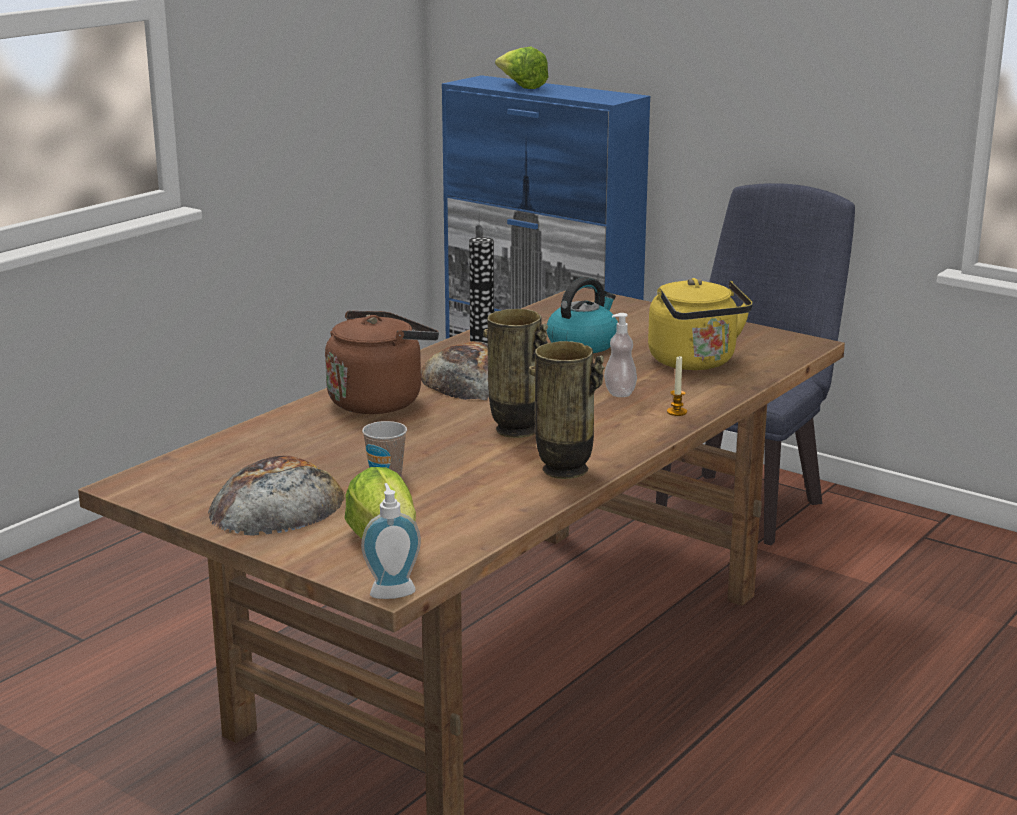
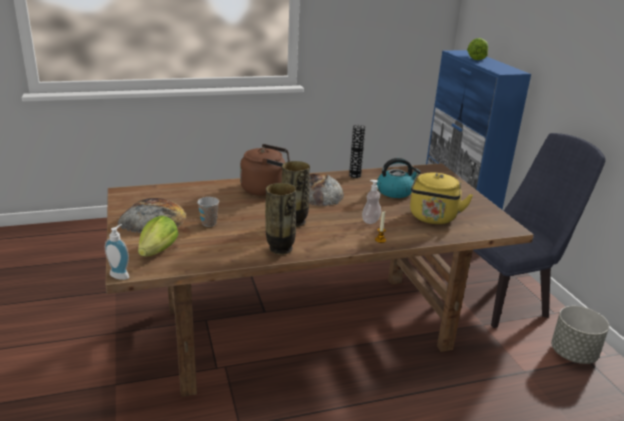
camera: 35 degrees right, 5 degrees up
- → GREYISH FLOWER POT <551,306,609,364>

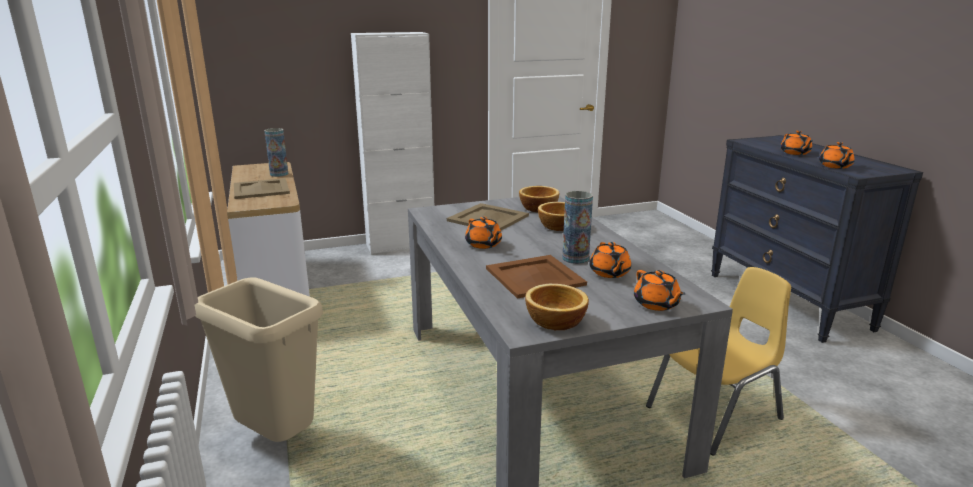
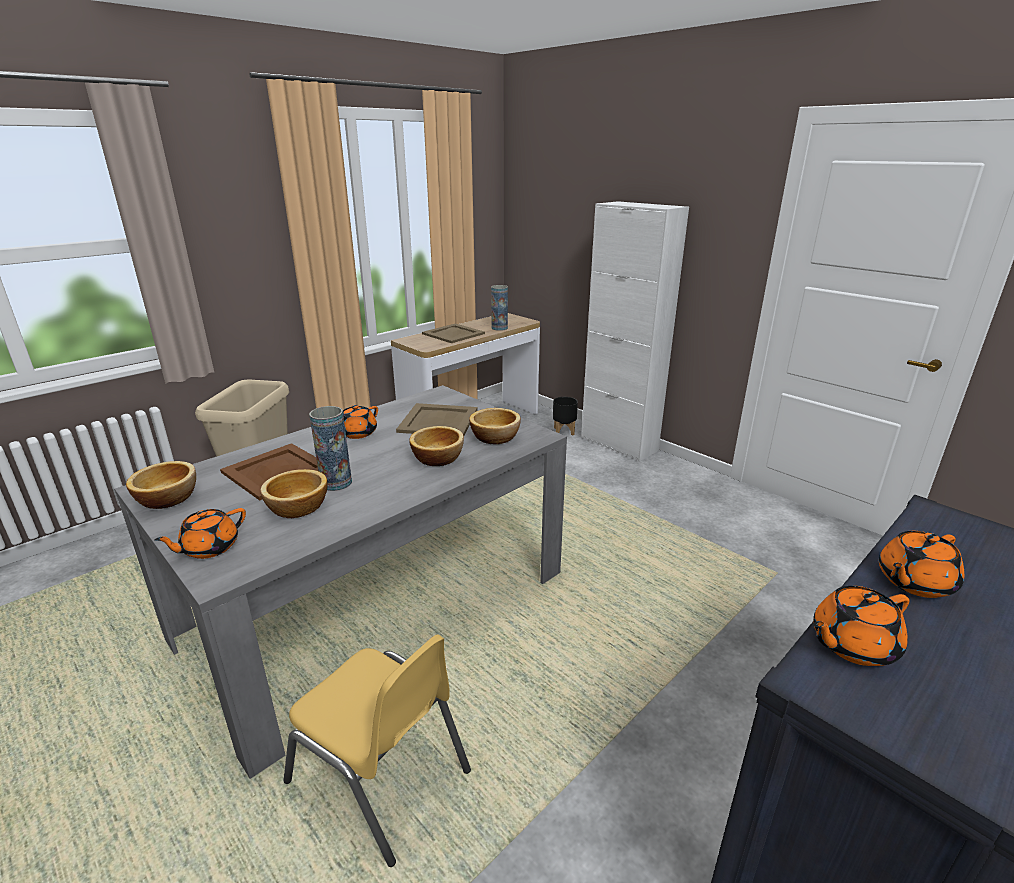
camera: 65 degrees right, 5 degrees up
ORANGE TEAPOT <589,242,631,278> → DEEP DISH <261,469,328,518>
- → BLACK-COLOURED FLOWER POT <553,397,578,435>

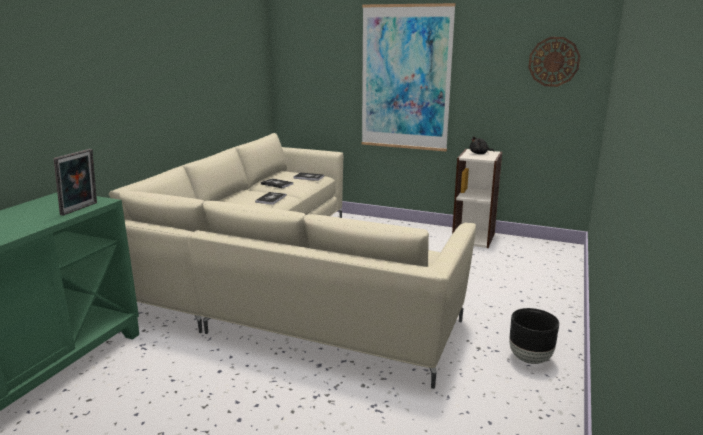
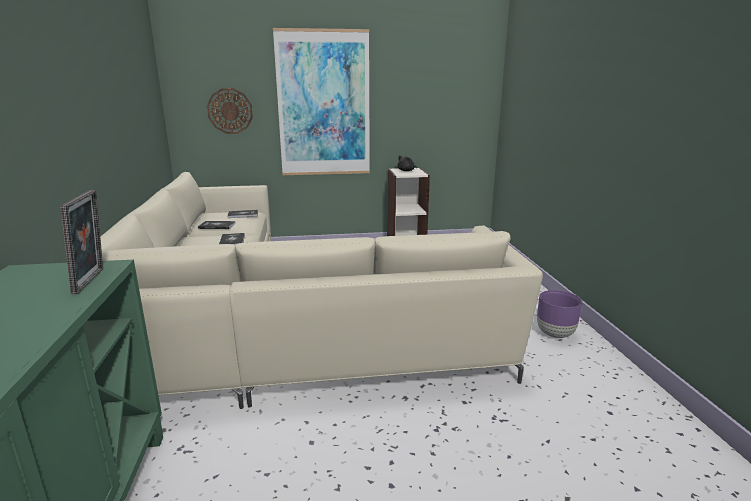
camera: 30 degrees left, 0 degrees up
BLACK-COLOURED FLOWER POT <509,308,559,364> → PURPLISH FLOWER POT <537,290,582,338>
CLOCK ON THE WALL <528,37,580,87> → CLOCK ON THE WALL <207,88,253,134>, shifted

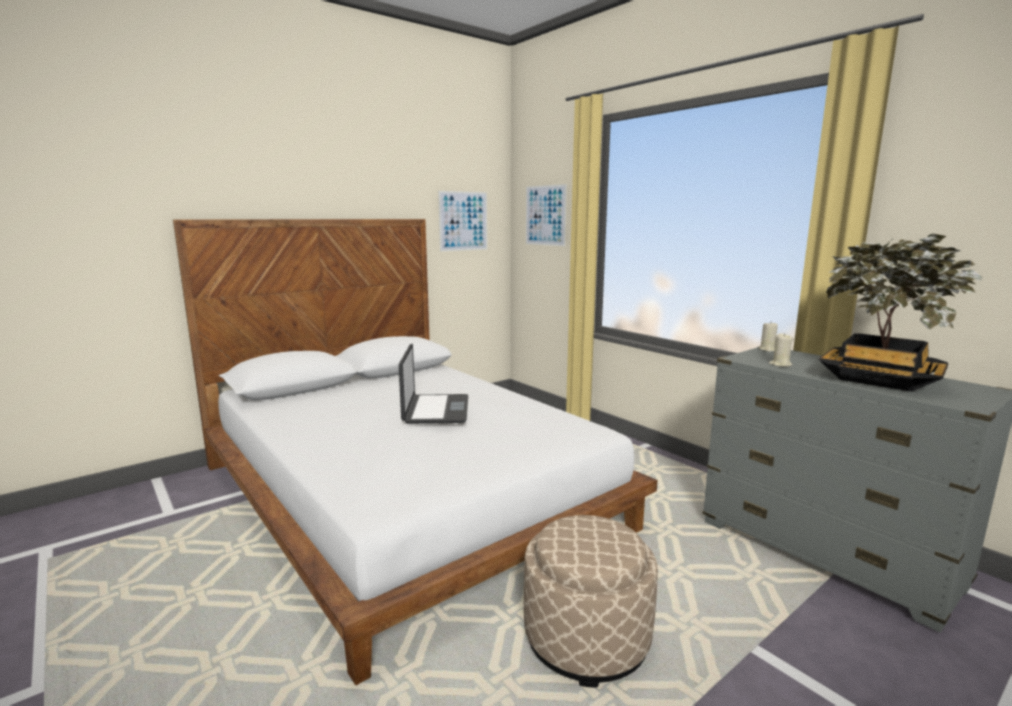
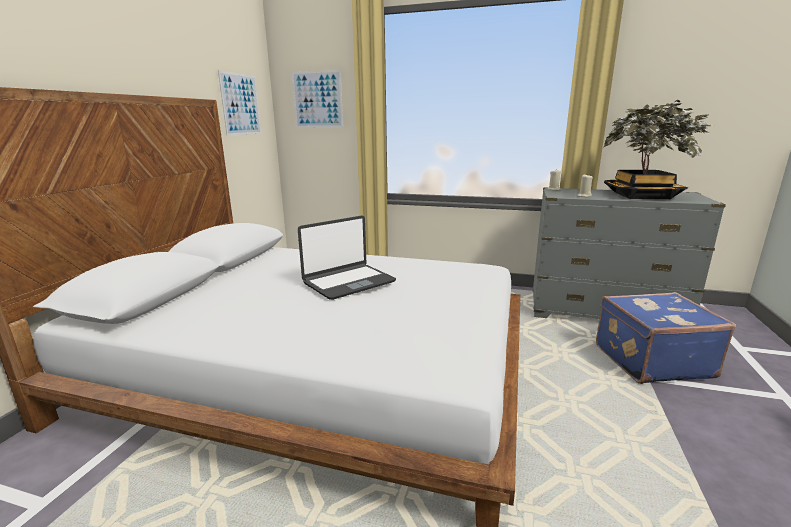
camera: 35 degrees left, 5 degrees up
PORTABLE COMPUTER <399,344,468,424> → PORTABLE COMPUTER <298,216,396,300>, 90 degrees clockwise
BEIGE-COLOURED POUFFE <524,515,658,687> → -
- → BLUE-COLOURED SUITCASE <596,292,736,384>

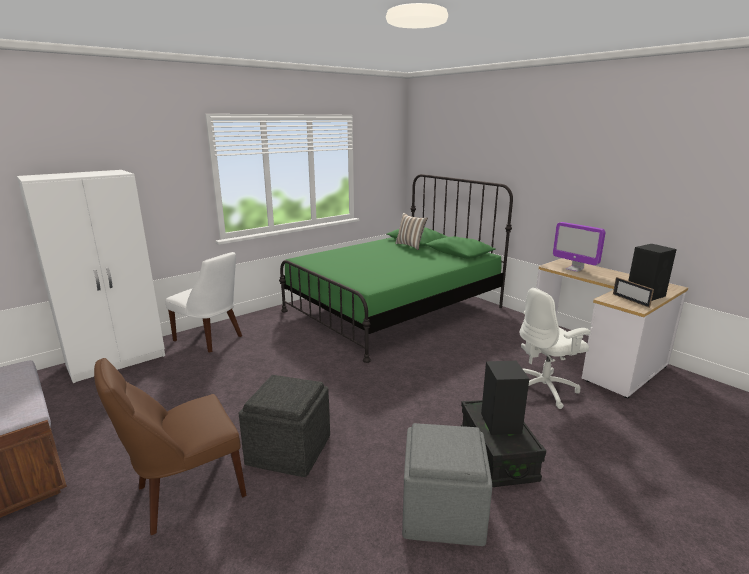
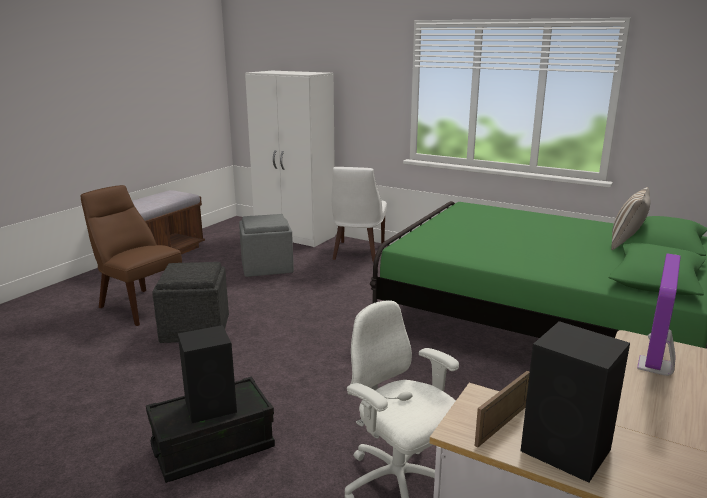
camera: 70 degrees right, 0 degrees up
GREYISH POUFFE <402,423,492,546> → GREYISH POUFFE <239,214,294,277>, shifted

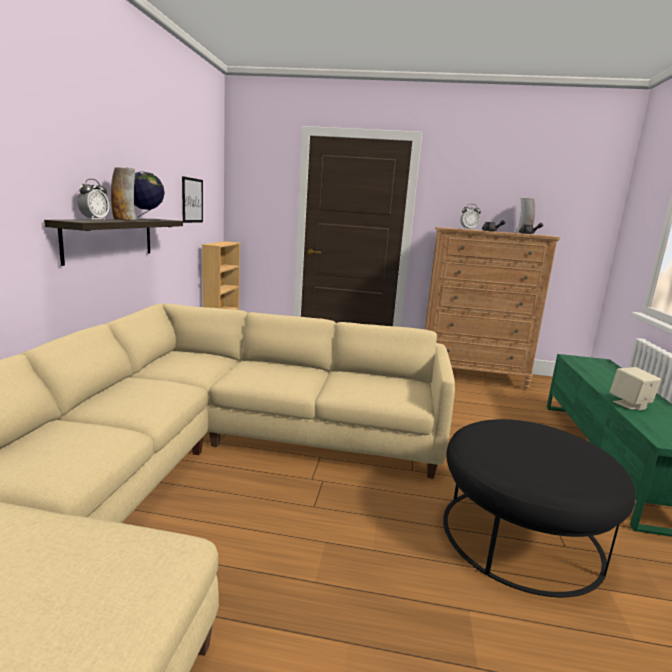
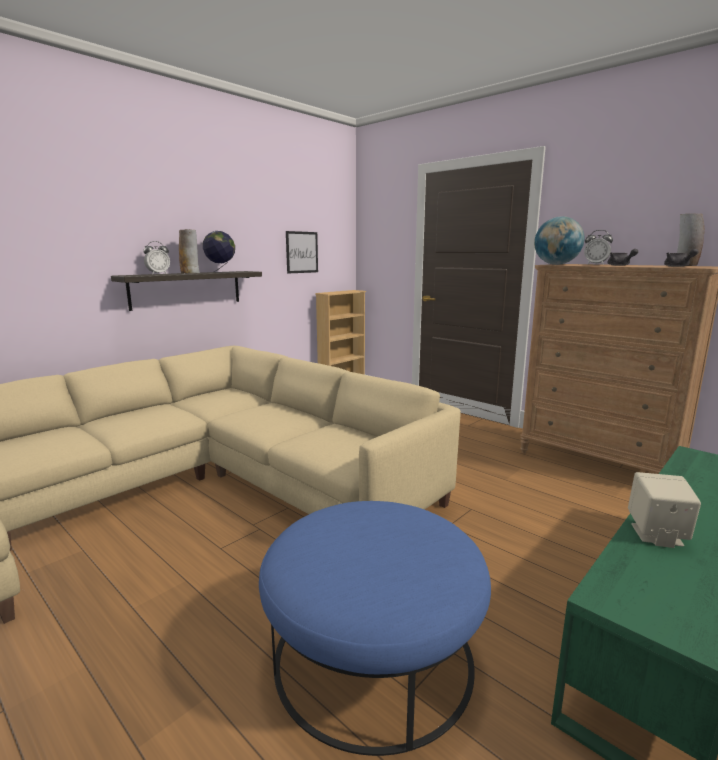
camera: 35 degrees right, 0 degrees up
BLACK-COLOURED POUFFE <443,419,636,597> → BLUE-COLOURED POUFFE <259,501,491,756>
- → WORLD GLOBE <534,216,584,265>

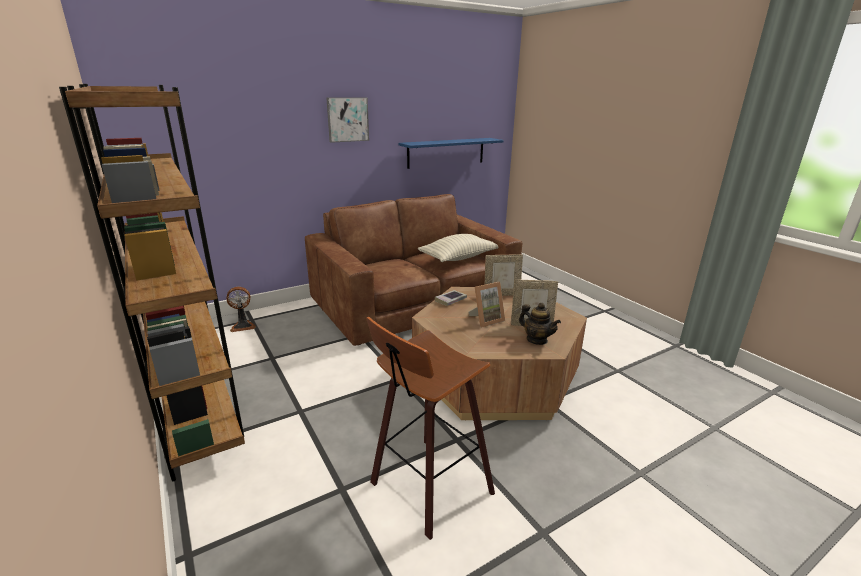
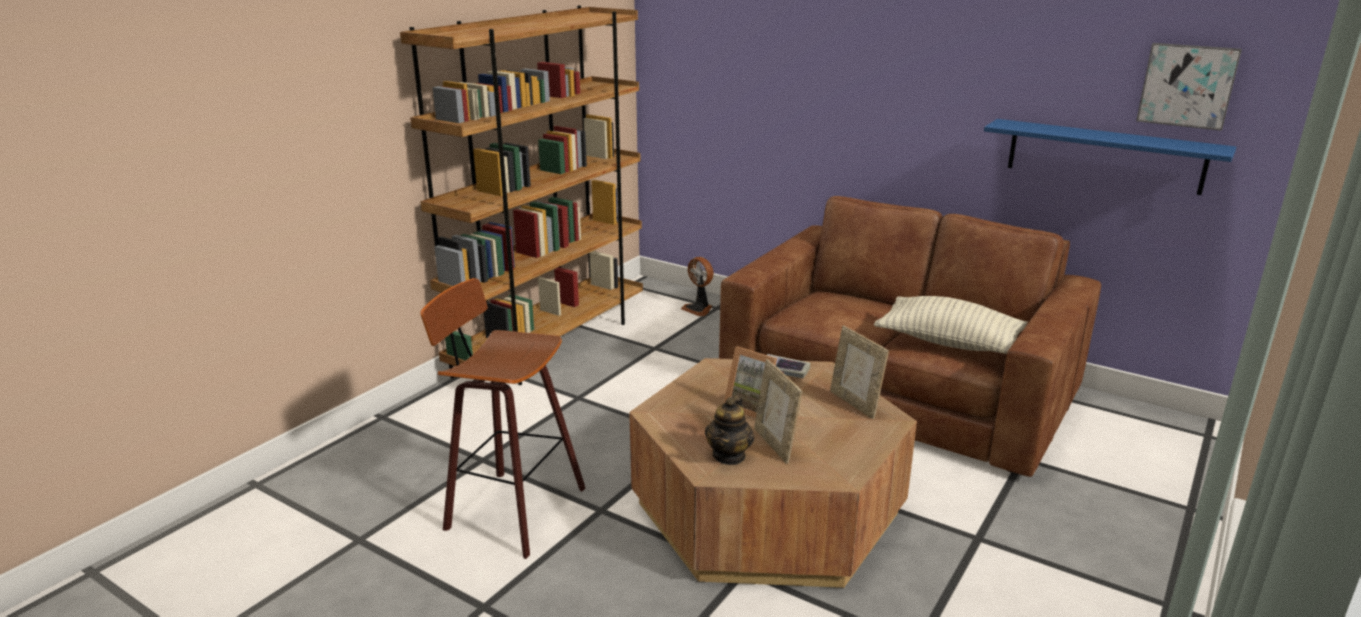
camera: 65 degrees right, 0 degrees up
PICTURE <326,97,369,143> → PICTURE <1136,43,1242,131>, shifted

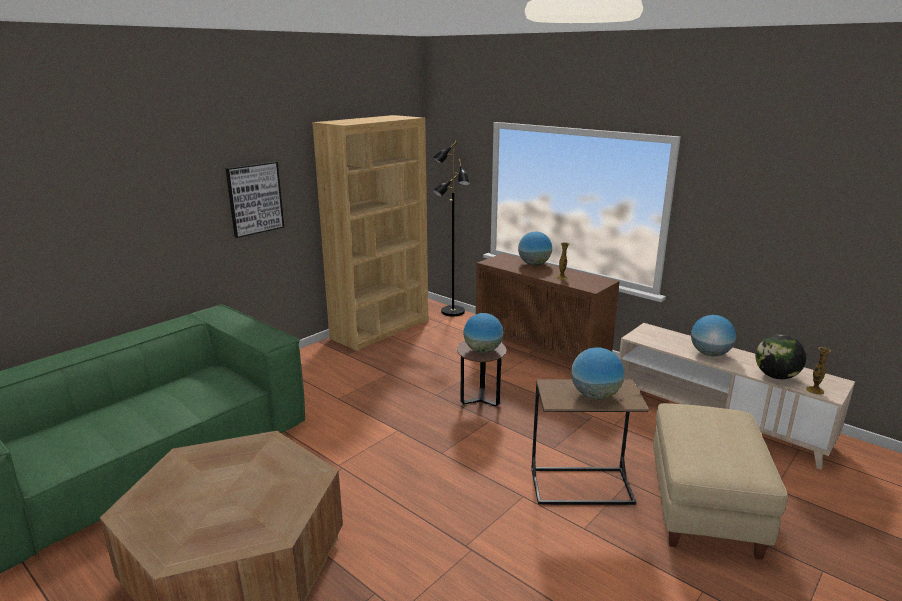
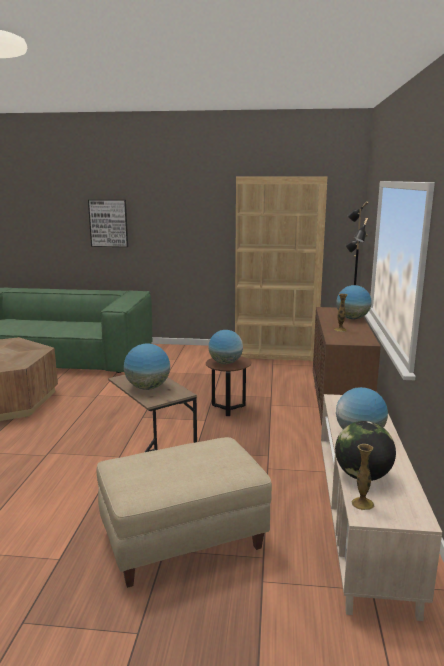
camera: 55 degrees right, 5 degrees down
PICTURE <226,162,284,238> → PICTURE <88,200,128,247>, shifted

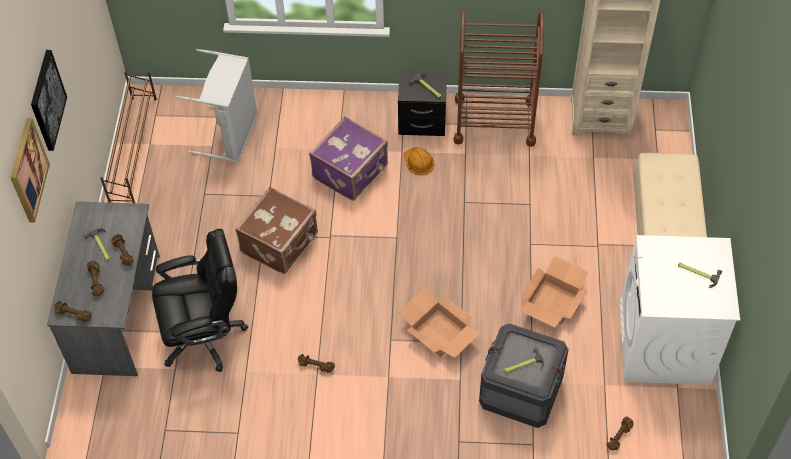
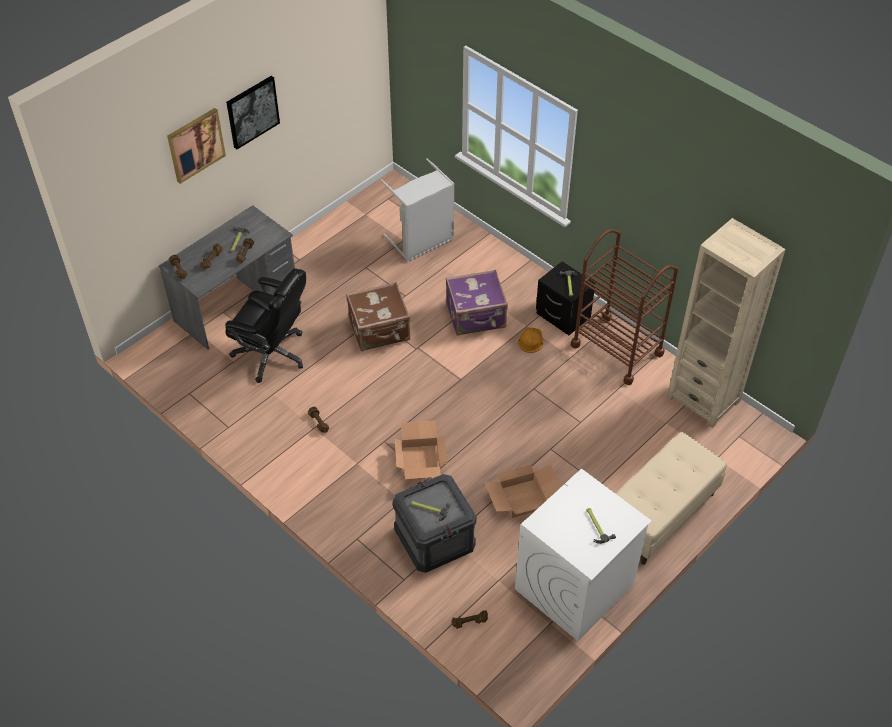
camera: 40 degrees right, 5 degrees down
BROWNISH SHOE RACK <100,71,157,203> → -

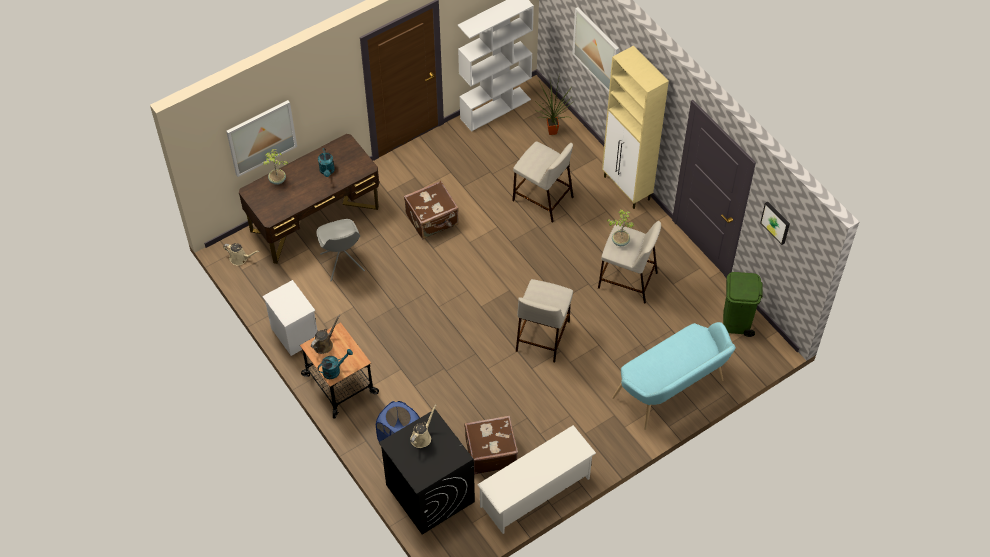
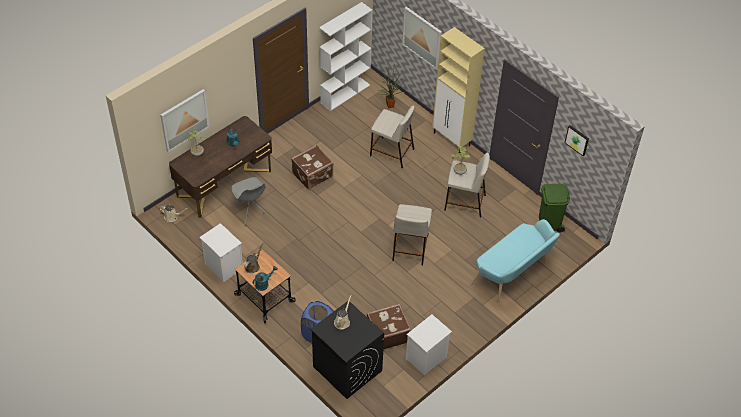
camera: 10 degrees left, 5 degrees down
WHITE SHOE RACK <477,425,596,534> → WHITE BEDSIDE TABLE <406,314,452,376>

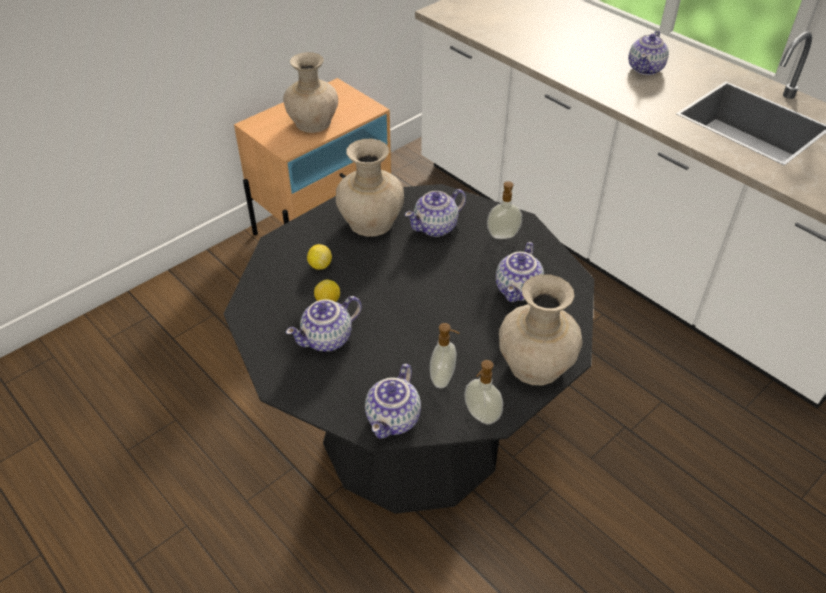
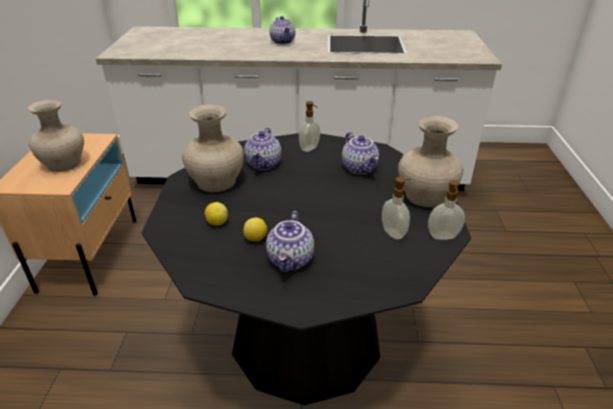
camera: 45 degrees left, 10 degrees down
TEAPOT <365,364,421,439> → -

